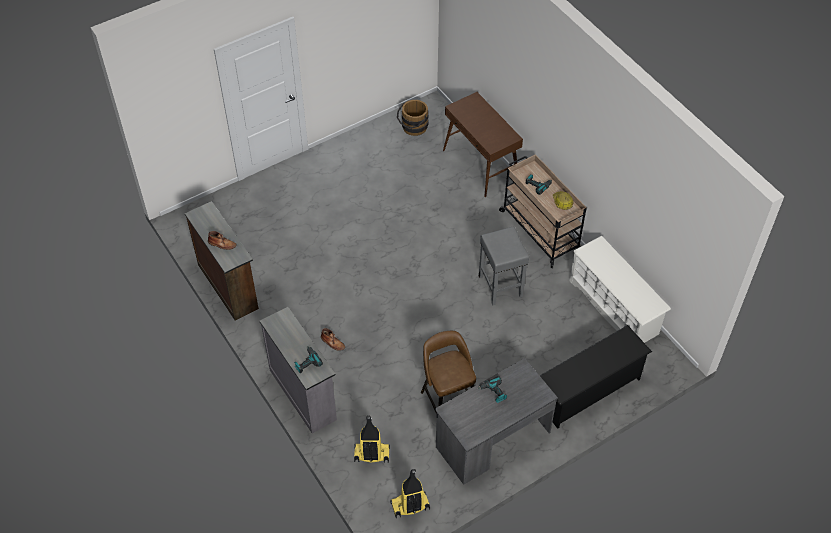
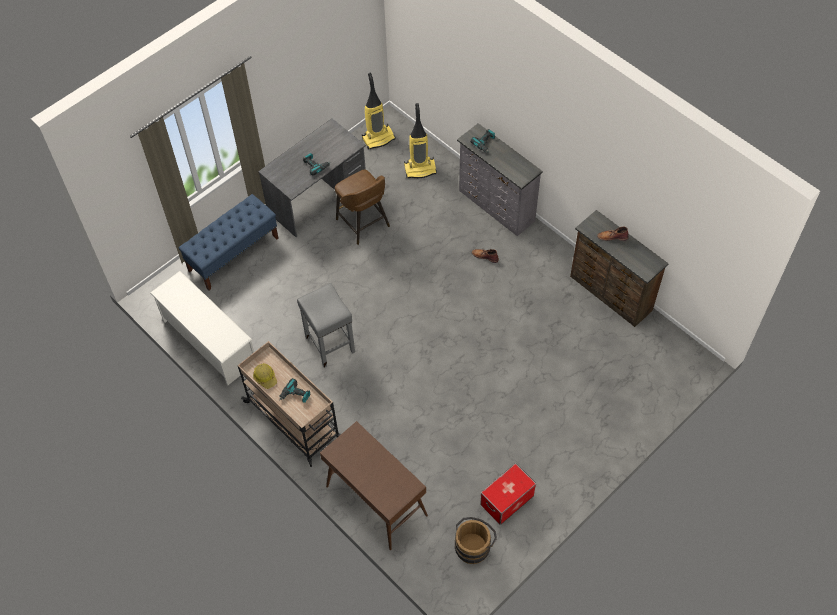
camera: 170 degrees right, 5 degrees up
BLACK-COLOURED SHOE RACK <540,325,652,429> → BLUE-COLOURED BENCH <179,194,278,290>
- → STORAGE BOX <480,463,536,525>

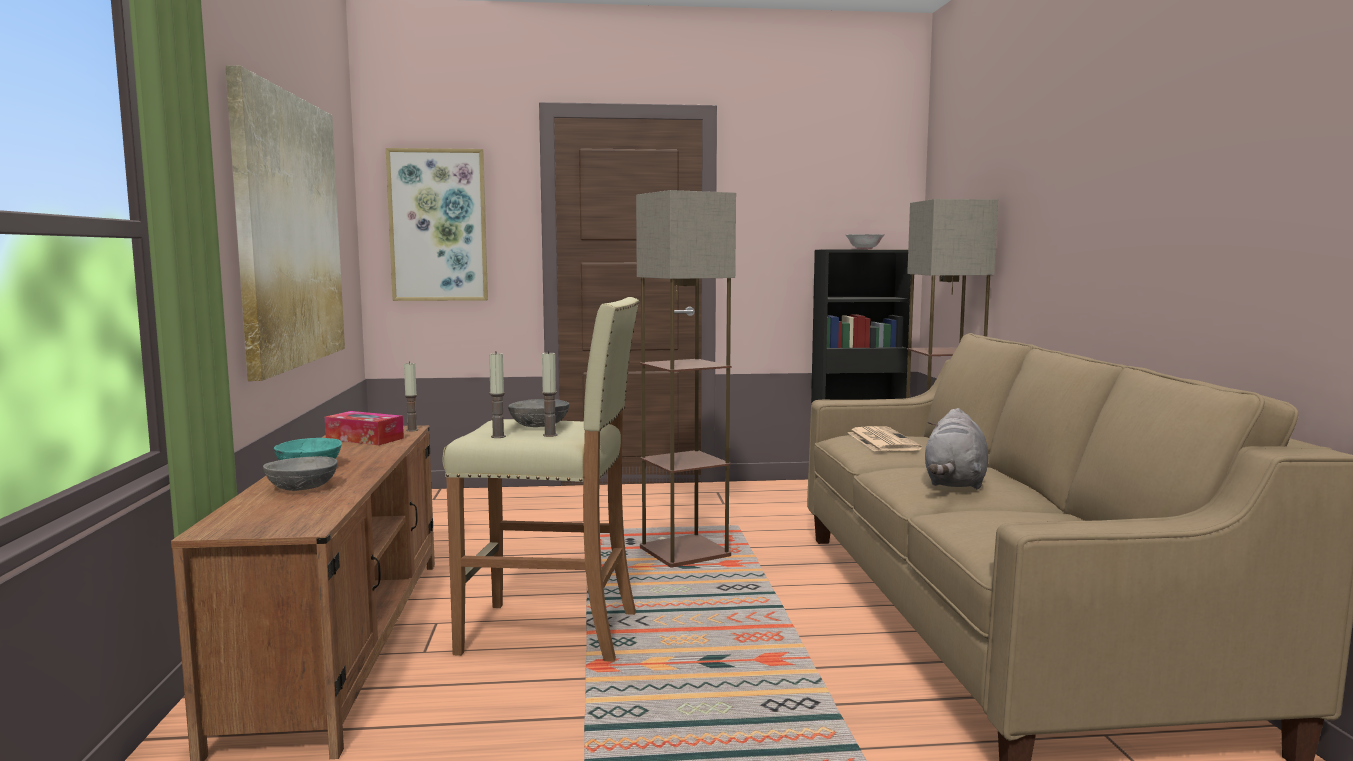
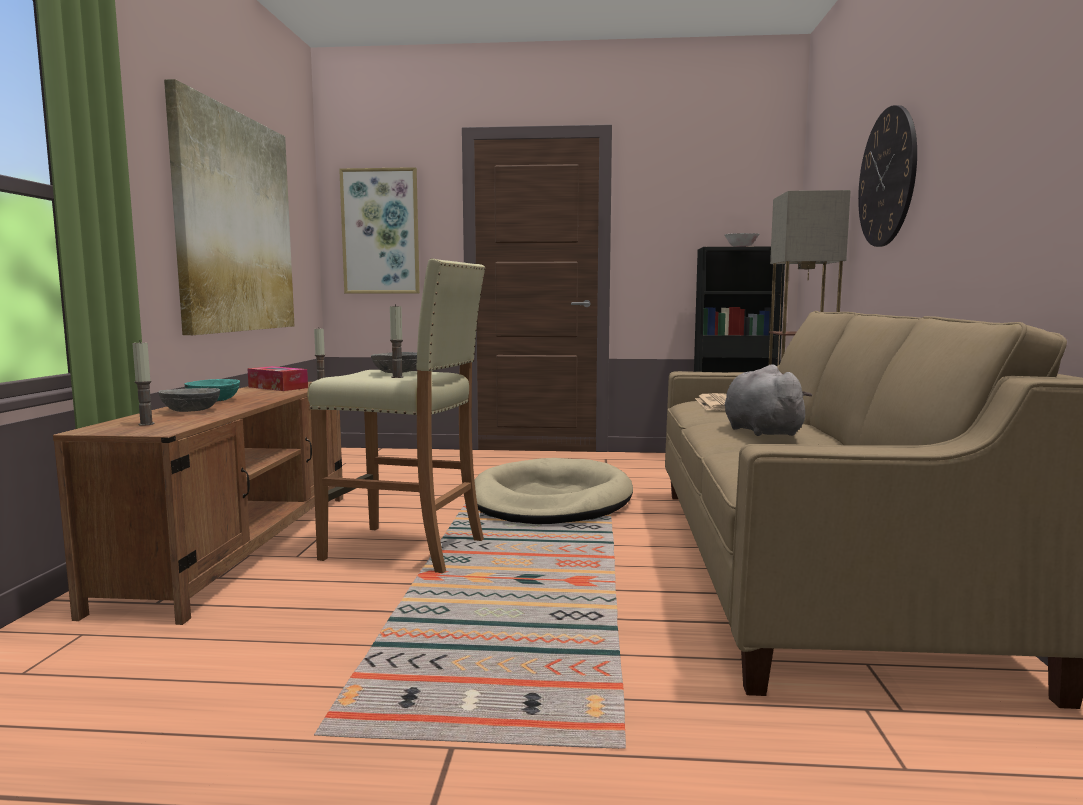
camera: 10 degrees right, 0 degrees up
WAX CANDLE <489,353,506,438> → WAX CANDLE <132,340,154,426>, shifted
STANDARD LAMP <636,190,736,567> → BEIGE-COLOURED DOG BED <474,458,633,524>
GREYISH PLUSH TOY <925,408,988,490> → GREYISH PLUSH TOY <725,364,812,436>, 135 degrees clockwise
- → CLOCK ON THE WALL <858,105,917,247>

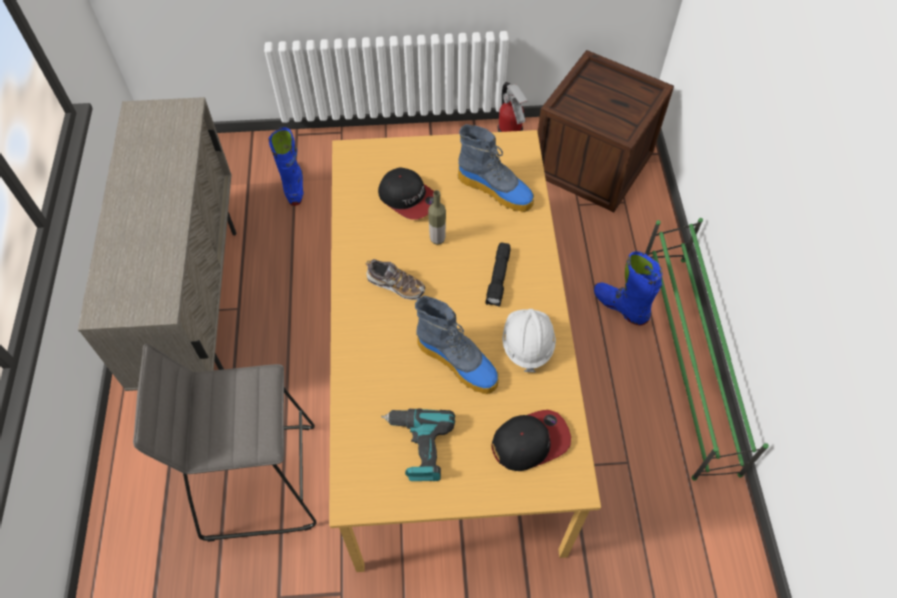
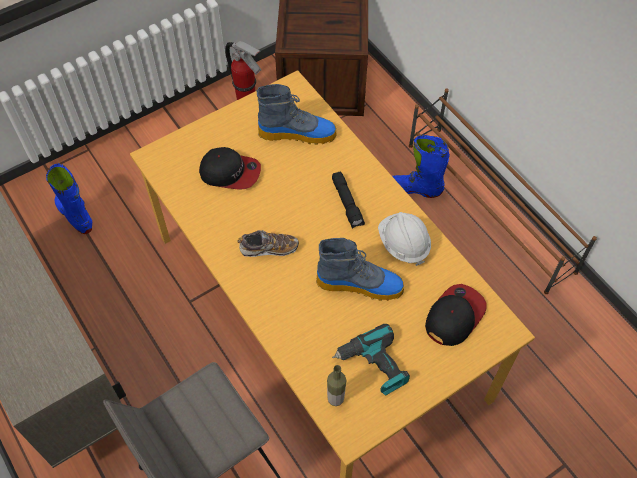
camera: 30 degrees left, 0 degrees up
BOTTLE <428,190,446,245> → BOTTLE <327,365,346,406>, shifted
GREEN-COLOURED SHOE RACK <645,218,769,481> → BROWNISH SHOE RACK <409,89,597,294>

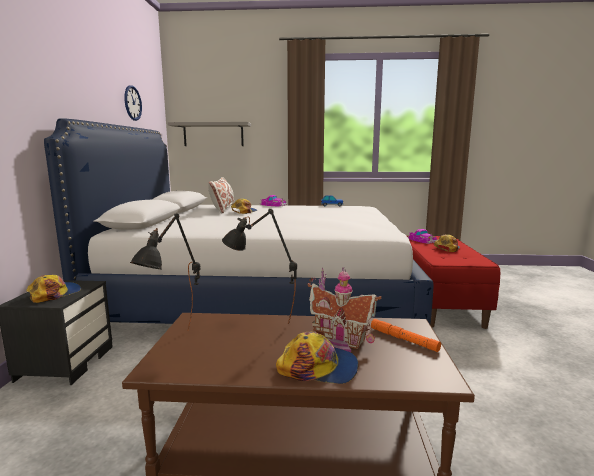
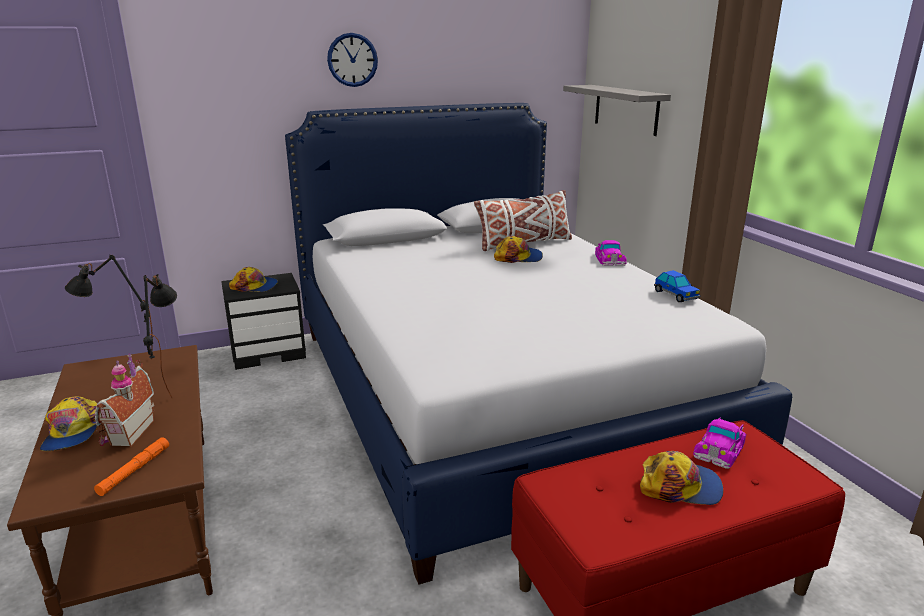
camera: 65 degrees right, 10 degrees up
CLOCK ON THE WALL <124,85,142,121> → CLOCK ON THE WALL <327,33,378,87>, shifted

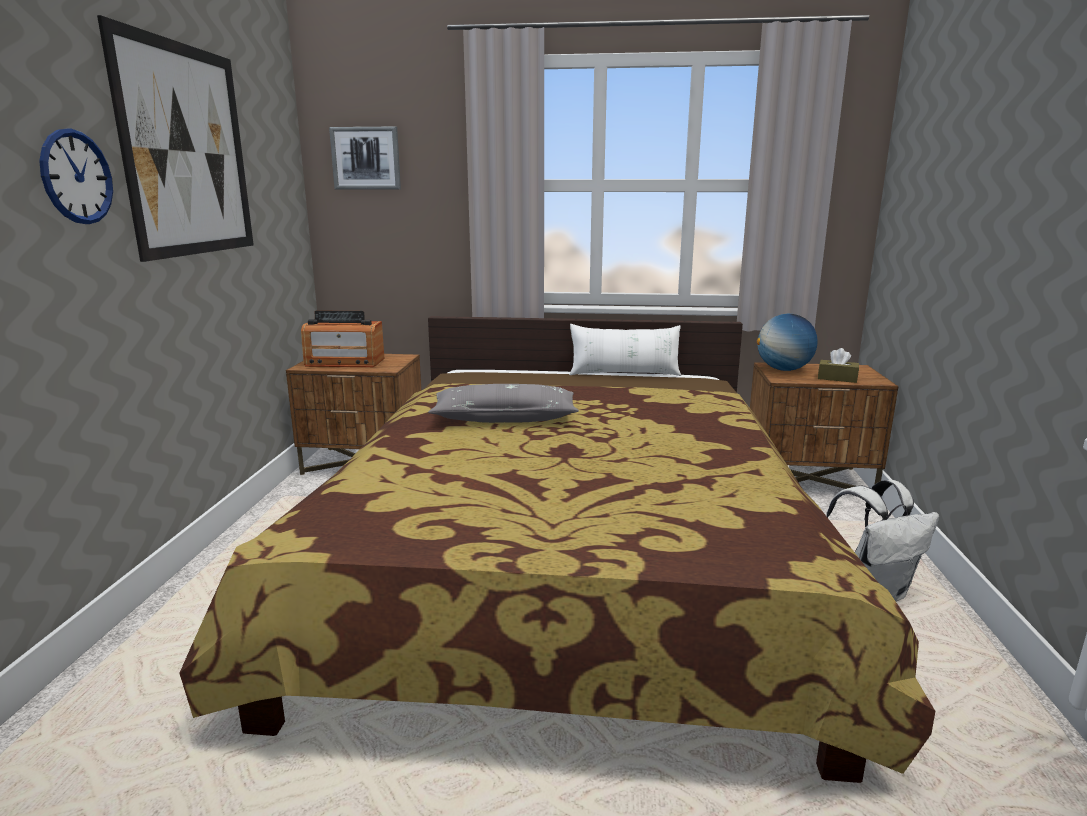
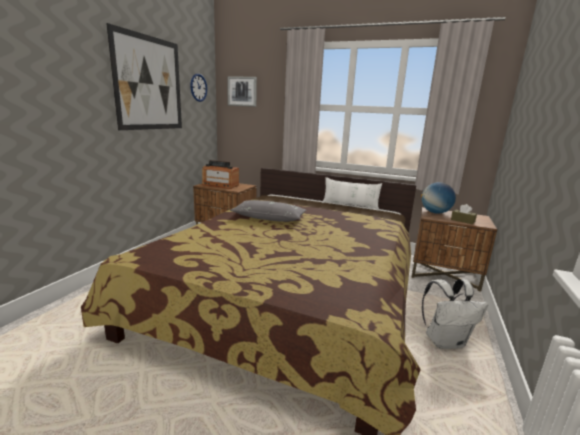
camera: 15 degrees right, 0 degrees up
CLOCK ON THE WALL <39,128,113,224> → CLOCK ON THE WALL <190,74,207,102>, shifted

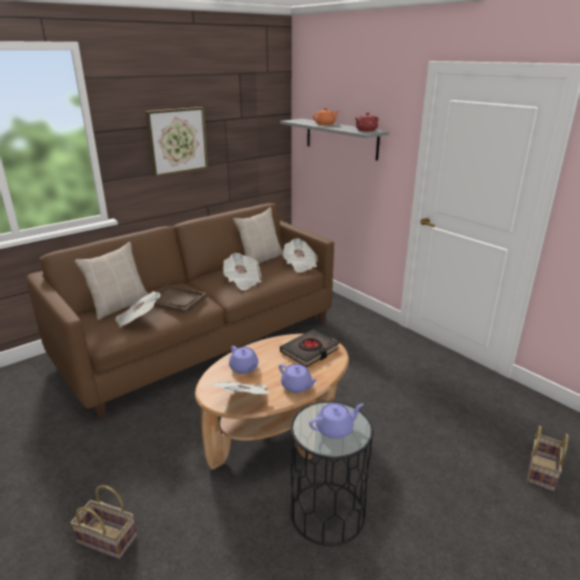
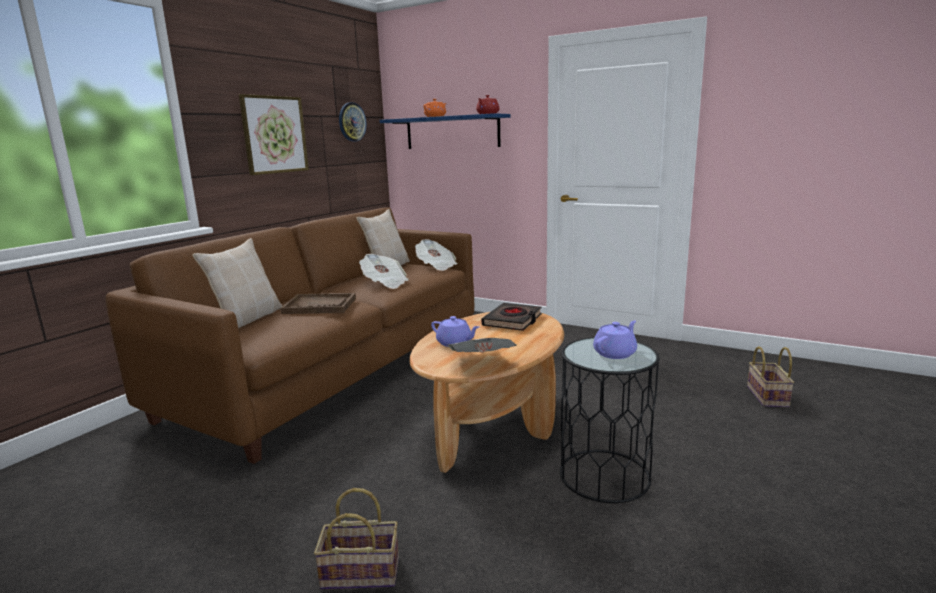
camera: 20 degrees left, 10 degrees down
PRINTED PAPER <115,291,160,327> → -
PURPLISH TEAPOT <279,364,318,393> → -
GREYISH WALL SHELF <280,119,389,161> → BLUE-COLOURED WALL SHELF <380,113,510,149>
- → CLOCK ON THE WALL <339,102,366,142>

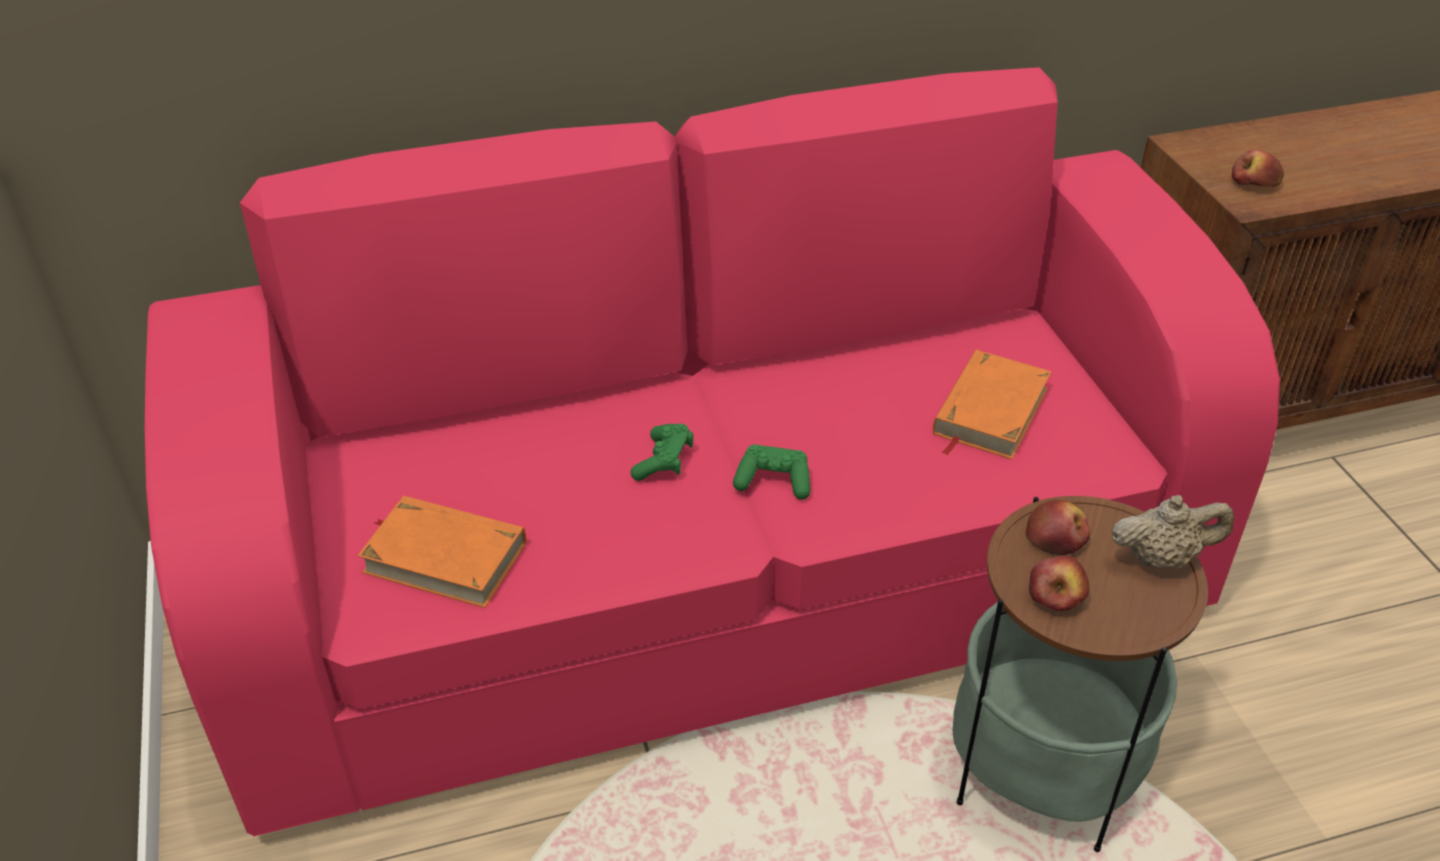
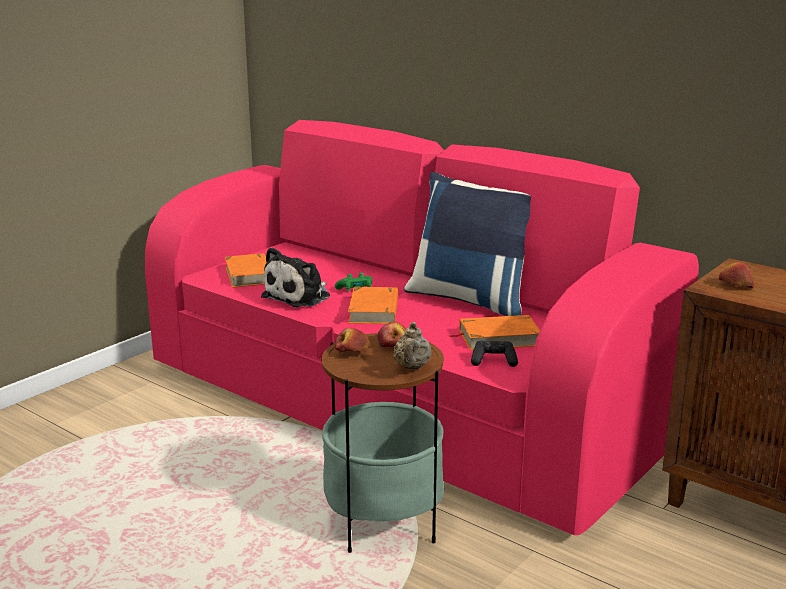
camera: 55 degrees right, 20 degrees down
GREEN-COLOURED JOYPAD <733,445,810,500> → ORANGE BOOK <348,287,398,324>
BEIGE-COLOURED TEAPOT <1112,495,1234,569> → BEIGE-COLOURED TEAPOT <393,322,431,369>, 45 degrees clockwise
- → PLUSH TOY <261,247,330,307>
- → BLUE-COLOURED PILLOW <404,172,531,316>
- → BLACK-COLOURED JOYPAD <471,340,518,367>

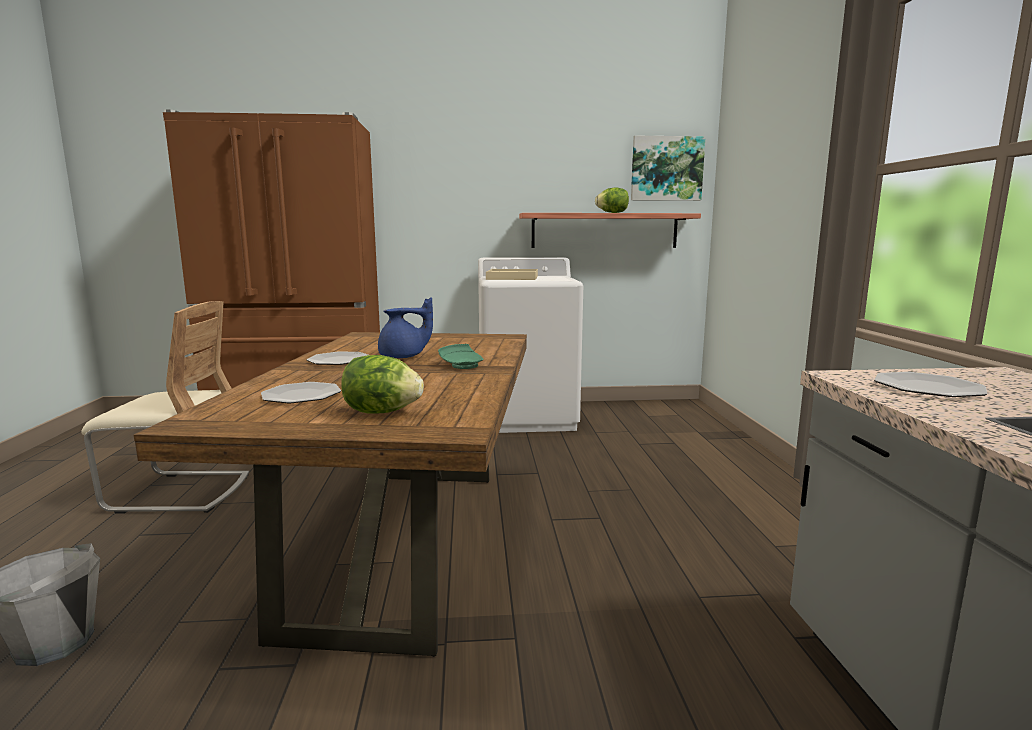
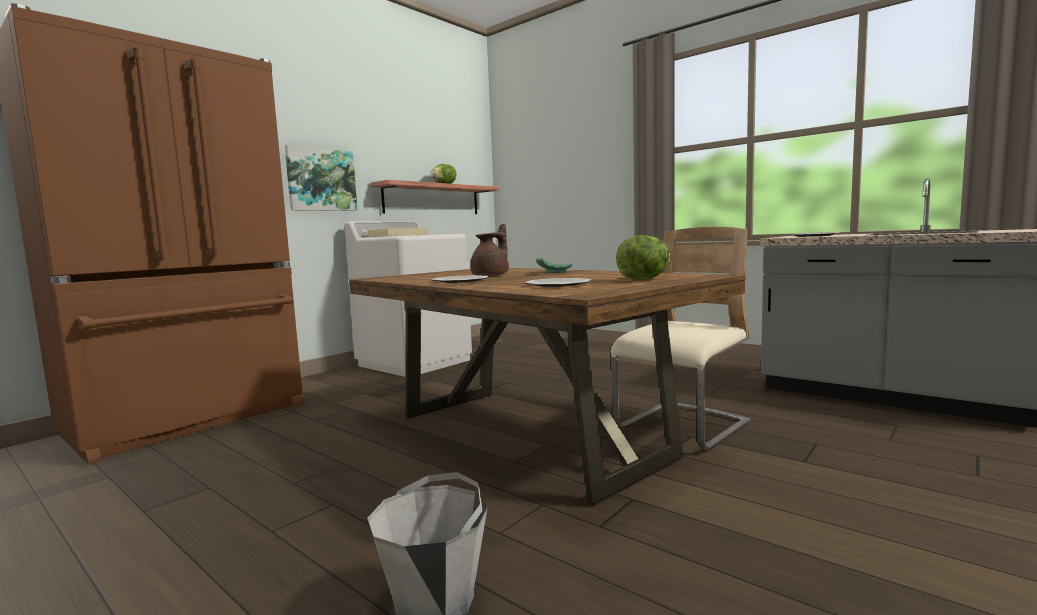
camera: 45 degrees left, 5 degrees down
BEIGE-COLOURED UPRIGHT CHAIR <81,301,249,513> → BEIGE-COLOURED UPRIGHT CHAIR <611,227,750,450>, shifted
BLUE-COLOURED TEAPOT <378,297,433,358> → BROWNISH TEAPOT <470,224,509,276>
PICTURE <631,136,706,201> → PICTURE <285,145,358,211>, shifted

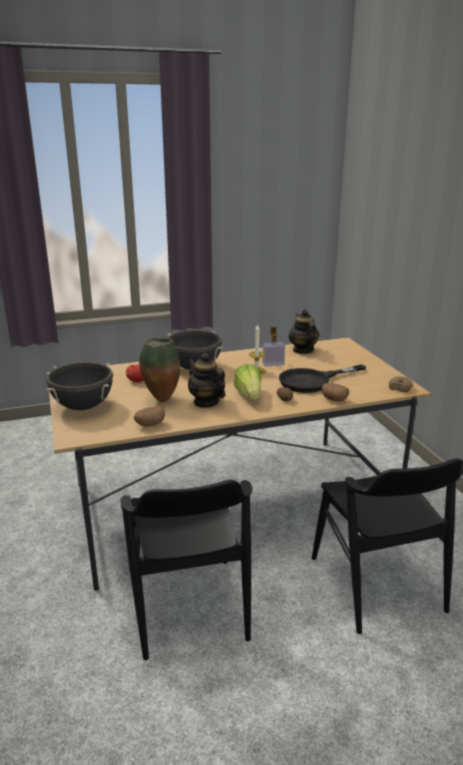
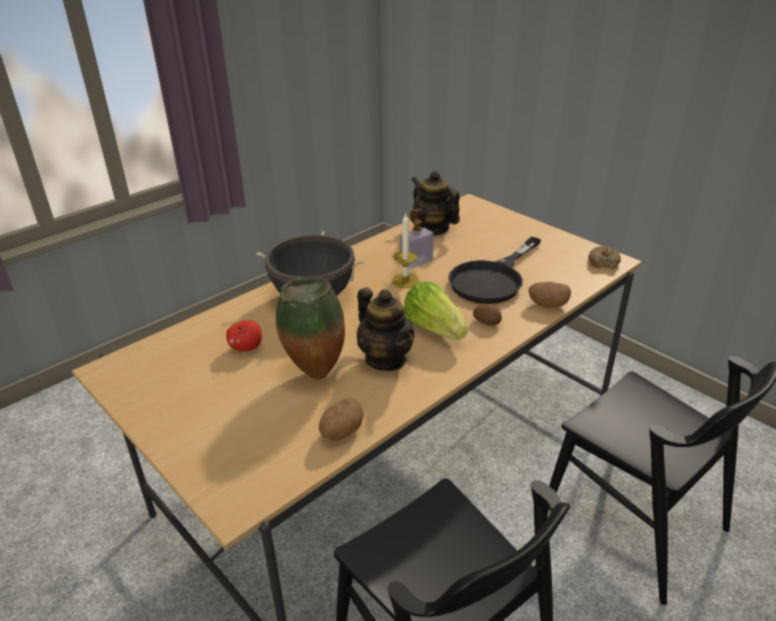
camera: 25 degrees left, 10 degrees up
BLACK-COLOURED STOCKPOT <46,362,113,410> → -
TEAPOT <188,353,225,408> → TEAPOT <357,288,415,371>, 150 degrees counterclockwise

